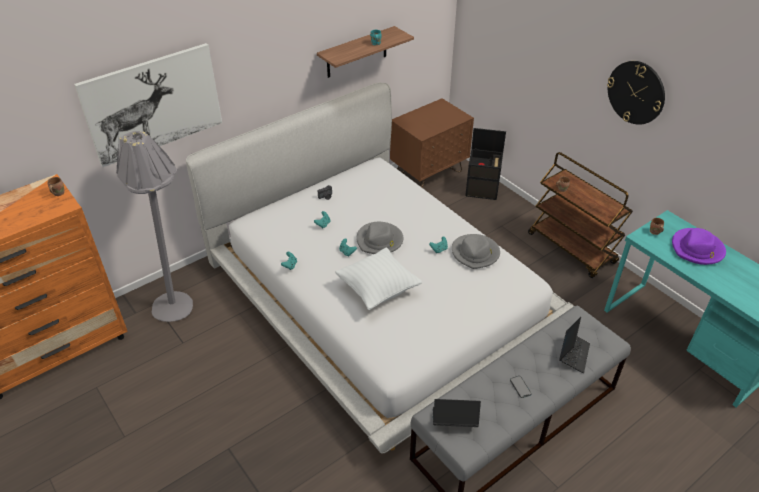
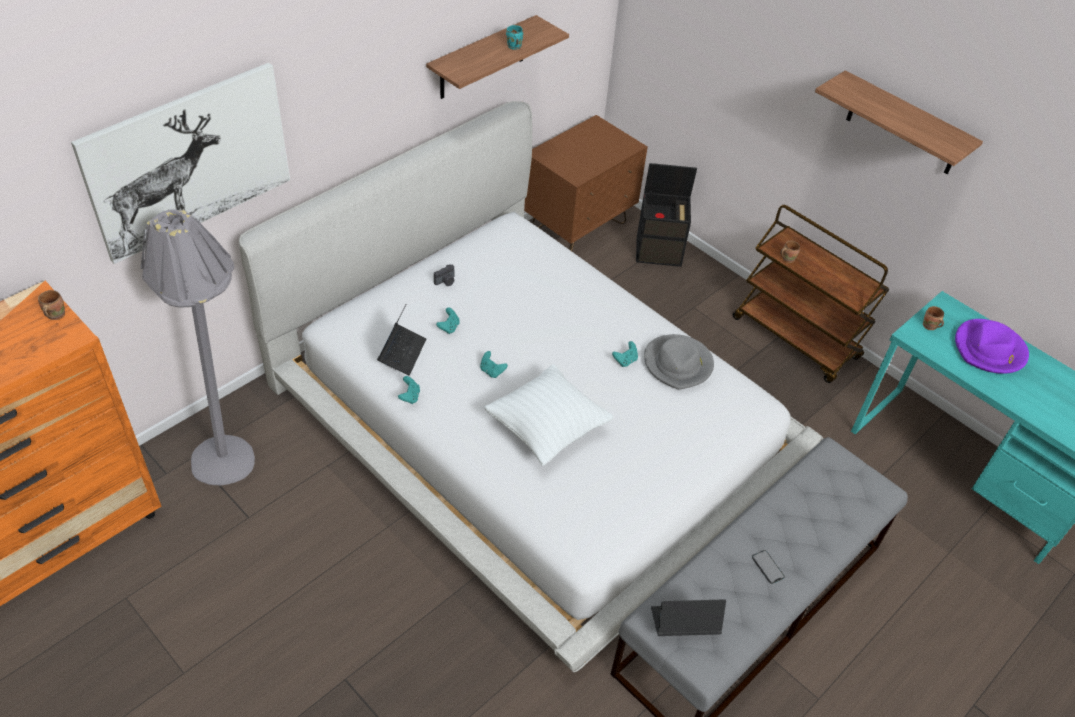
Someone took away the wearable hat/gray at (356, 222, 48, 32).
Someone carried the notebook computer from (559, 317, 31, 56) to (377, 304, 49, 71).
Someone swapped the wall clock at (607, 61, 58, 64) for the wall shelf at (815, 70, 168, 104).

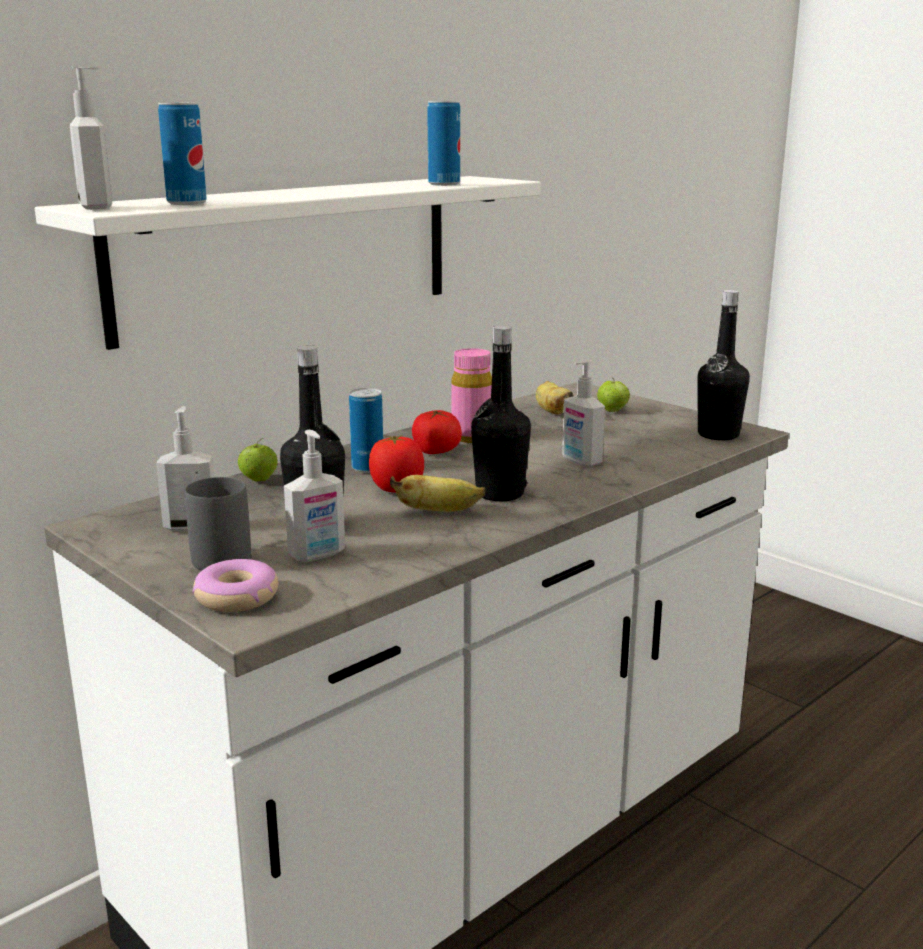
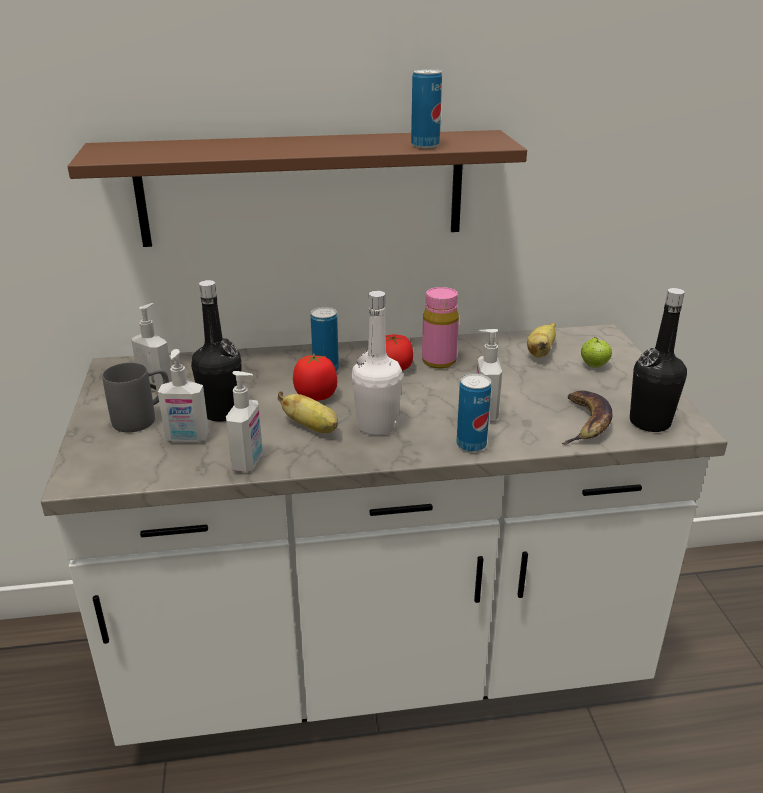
Someone repainted the wall shelf/white-coloured at (35, 176, 505, 174), which became the wall shelf/brown at (68, 130, 459, 117).
Someone carried the liquid soap bottle from (70, 67, 42, 143) to (226, 371, 37, 101).
Someone carried the metal can from (158, 103, 49, 102) to (457, 373, 34, 79).
Someone took away the donut at (193, 559, 85, 53).
Someone took away the whole apple at (238, 438, 40, 43).
Someone repainted the drink bottle/black-coloured at (471, 326, 60, 175), which became the drink bottle/white-coloured at (352, 291, 51, 145).
Someone put down the banana at (562, 391, 50, 54).

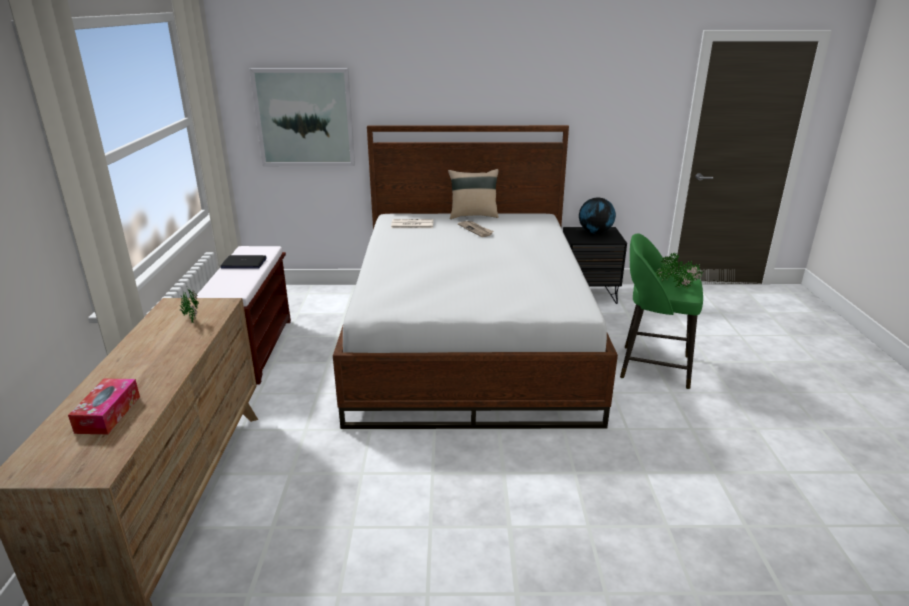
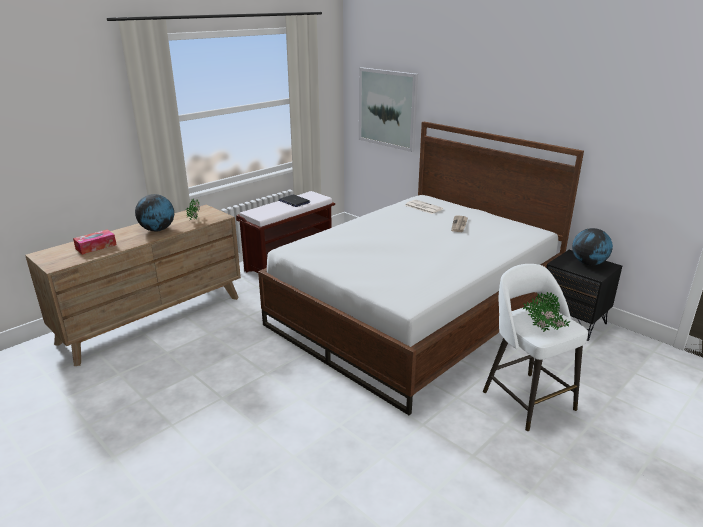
Someone took away the throw pillow/sand-coloured at (448, 169, 51, 50).
Someone repainted the stool seat/green-coloured at (620, 233, 83, 156), which became the stool seat/white-coloured at (483, 264, 105, 167).
Someone put down the world globe at (135, 194, 39, 38).

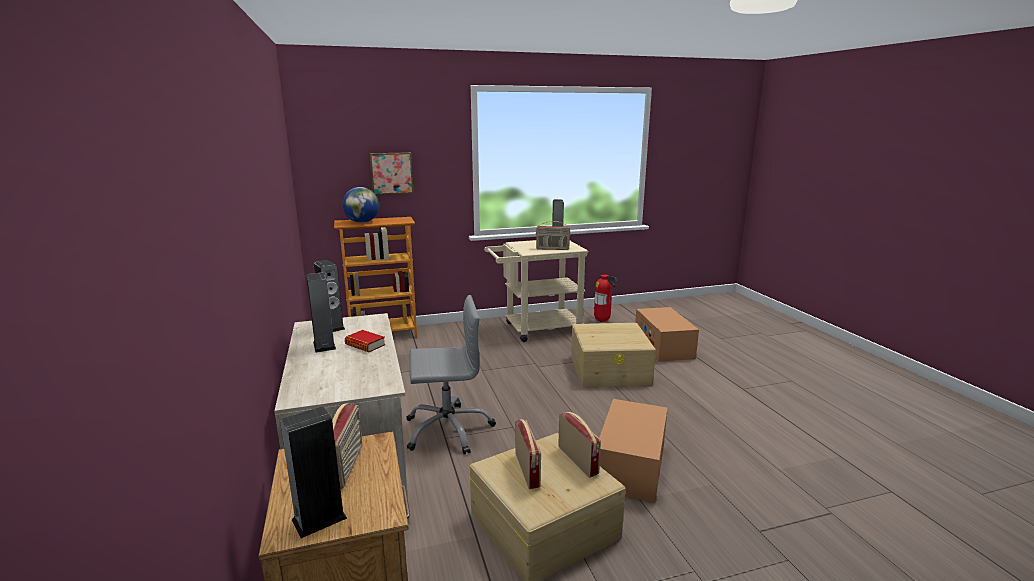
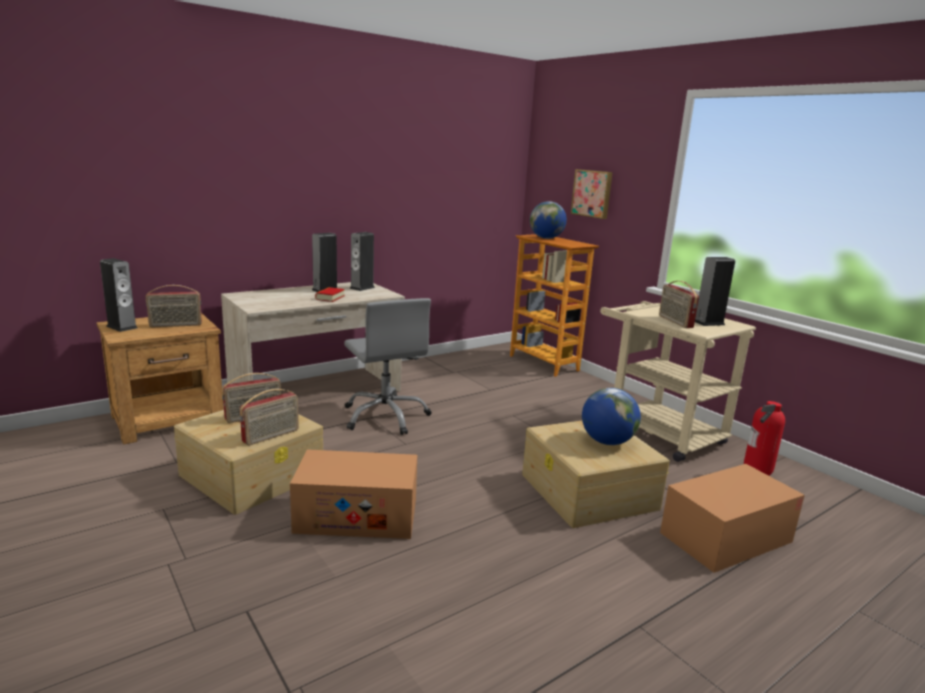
Someone put down the world globe at (582, 388, 59, 57).

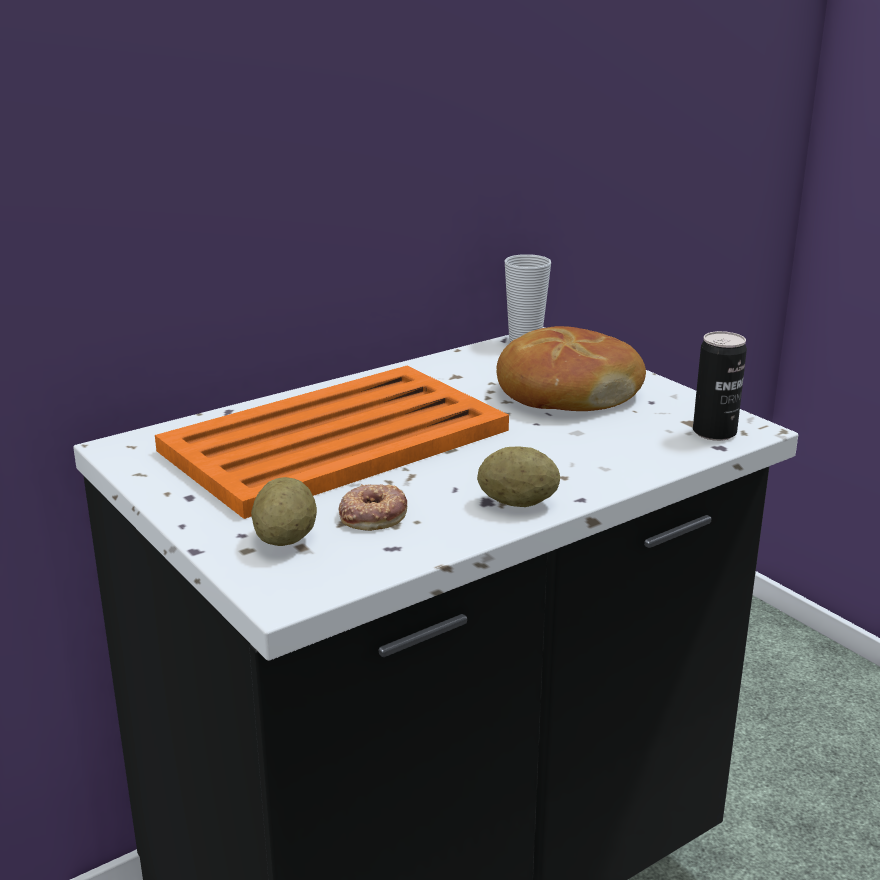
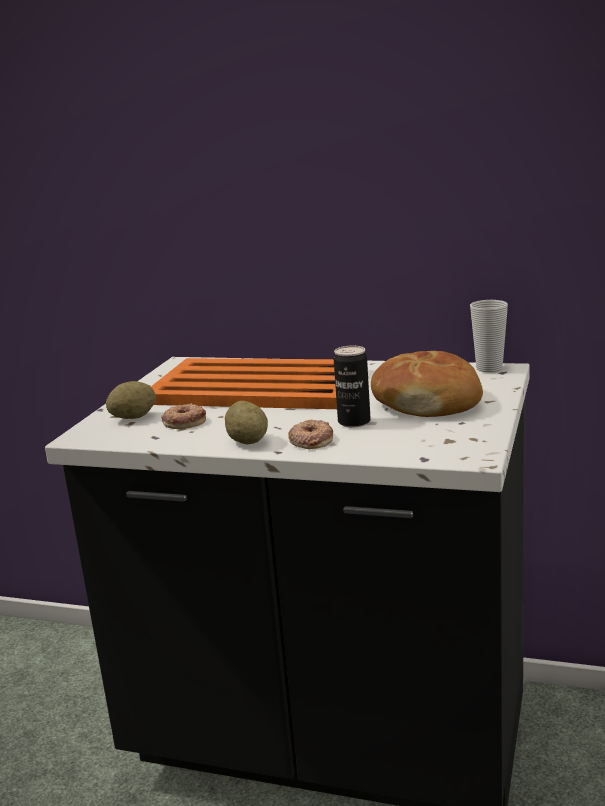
Someone carried the metal can from (693, 331, 54, 110) to (334, 346, 37, 82).
Someone put down the donut at (288, 419, 45, 30).

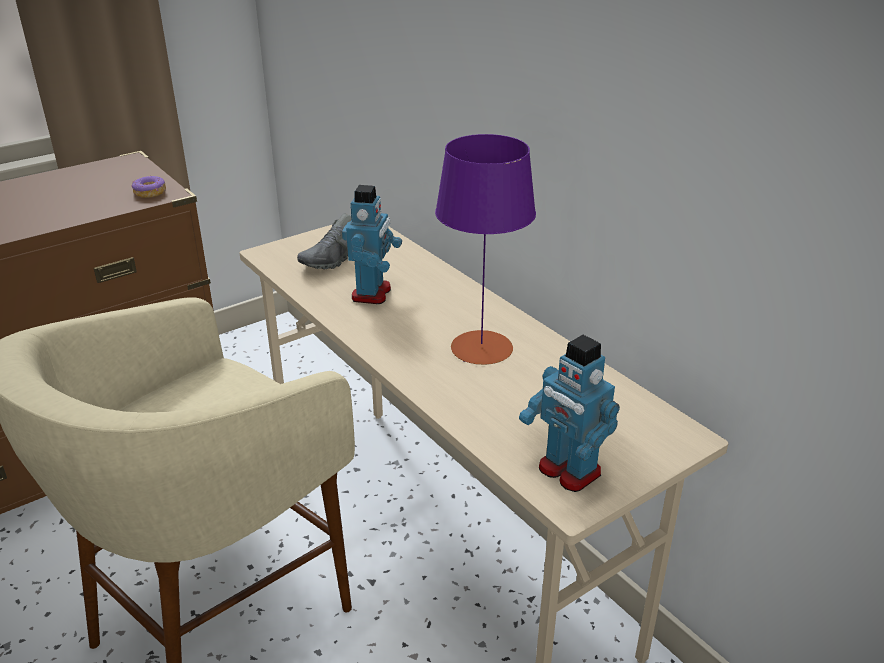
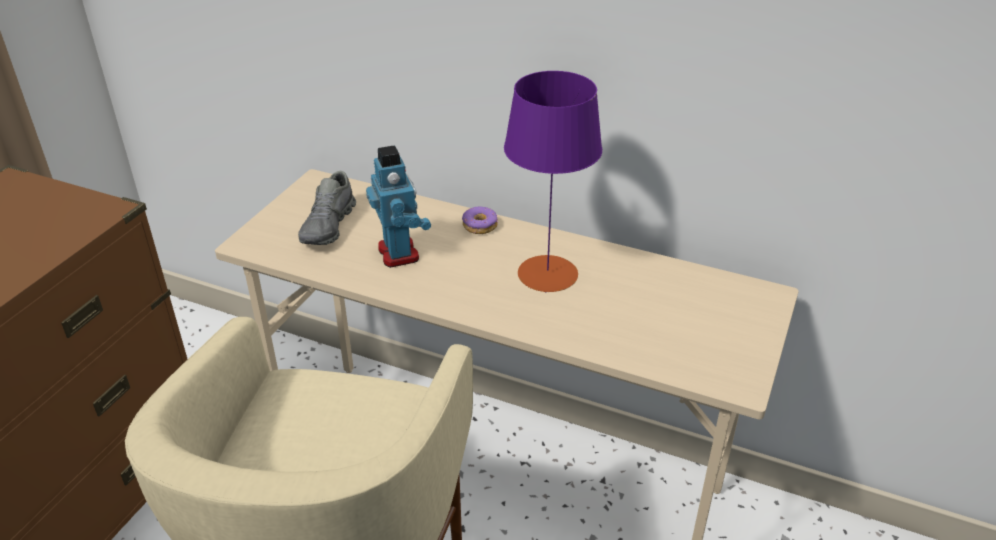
Someone carried the donut from (131, 176, 35, 22) to (462, 207, 36, 27).
Someone took away the toy robot at (519, 335, 101, 157).

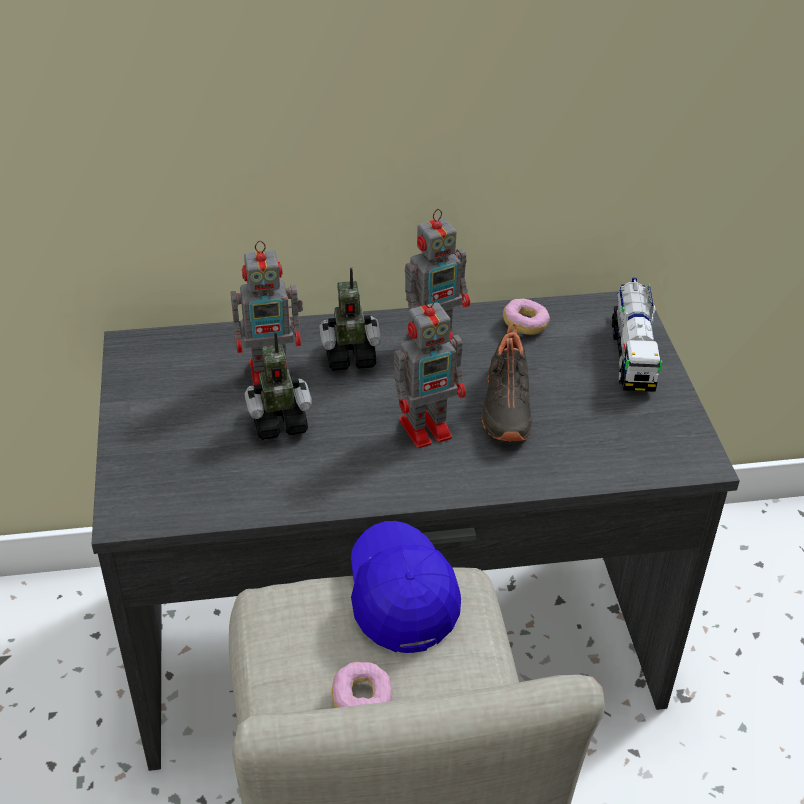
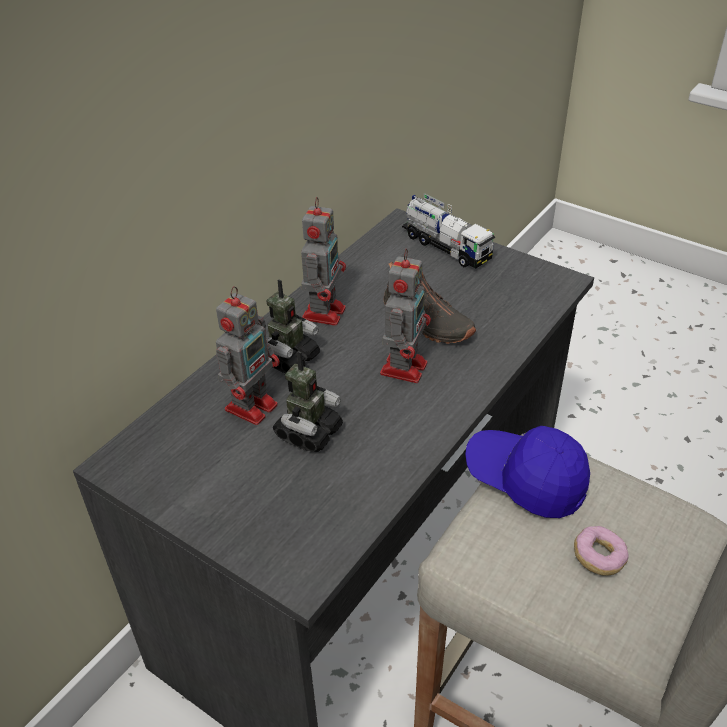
Someone took away the donut at (503, 299, 47, 36).

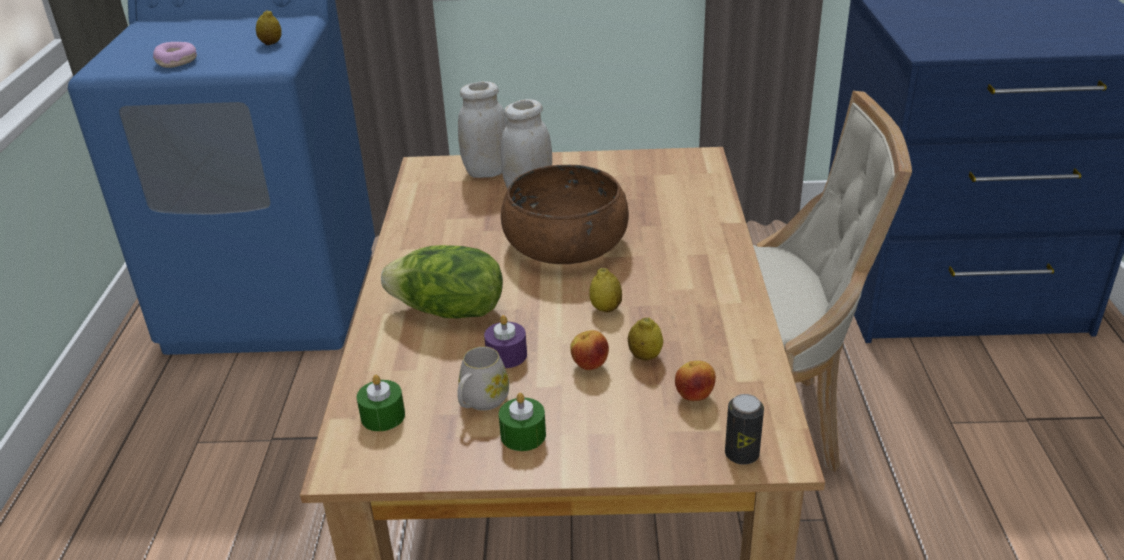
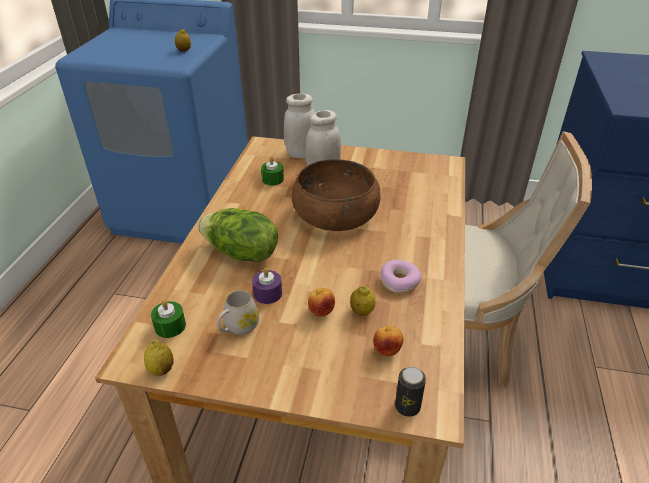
Someone carried the donut from (153, 42, 44, 26) to (380, 260, 41, 33).
Someone carried the wax candle/green-coloured from (499, 393, 47, 58) to (261, 156, 23, 30).
Someone carried the citrus fruit from (589, 268, 33, 44) to (144, 340, 30, 36).

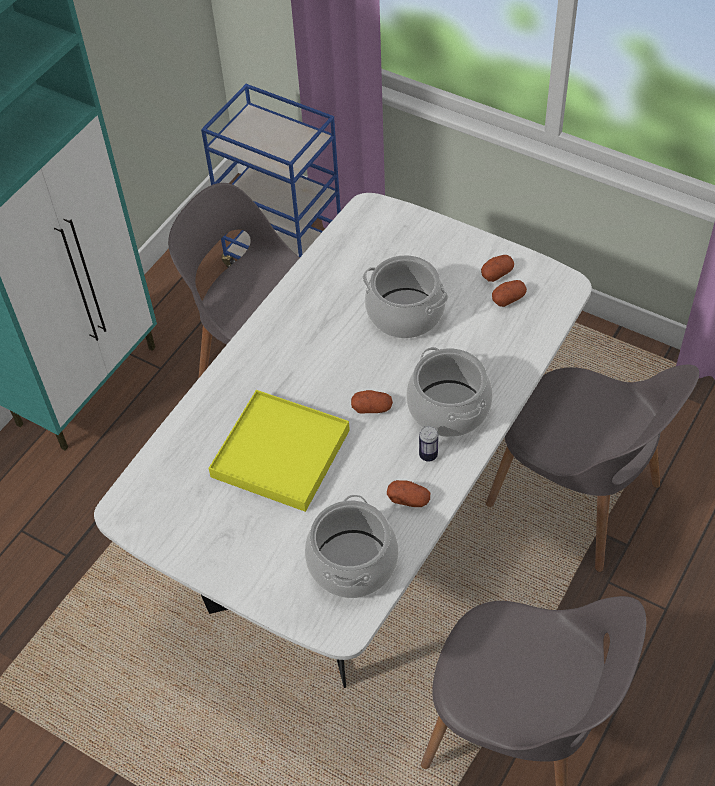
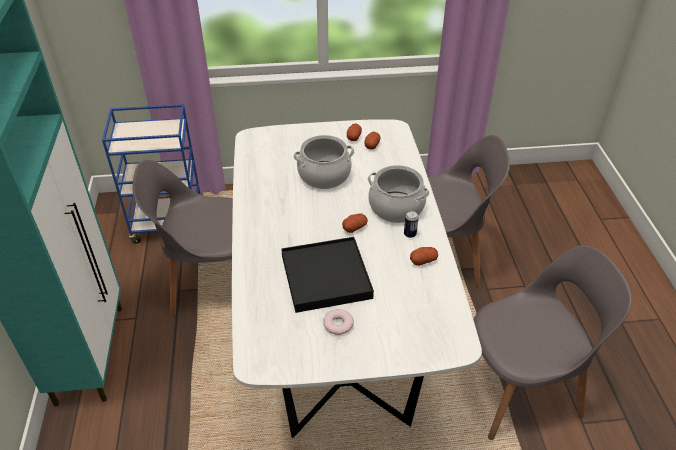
Someone repainted the serving tray/yellow at (209, 390, 141, 122), which became the serving tray/black-coloured at (281, 237, 93, 76).
Someone took away the saucepot at (305, 495, 93, 103).
Someone put down the donut at (323, 309, 31, 26).

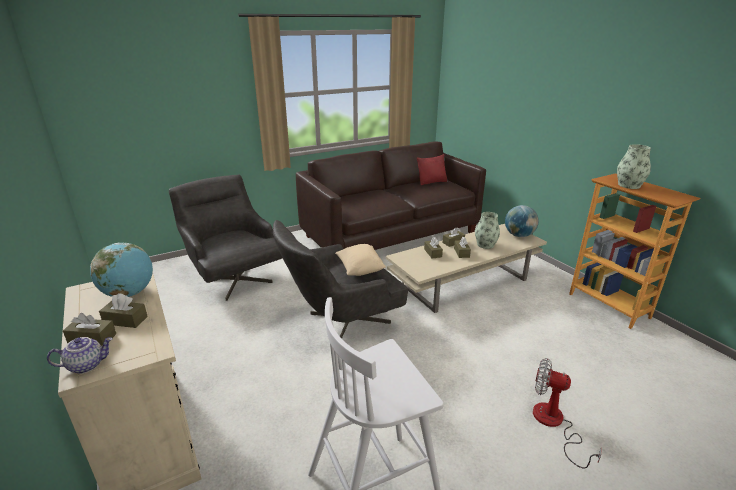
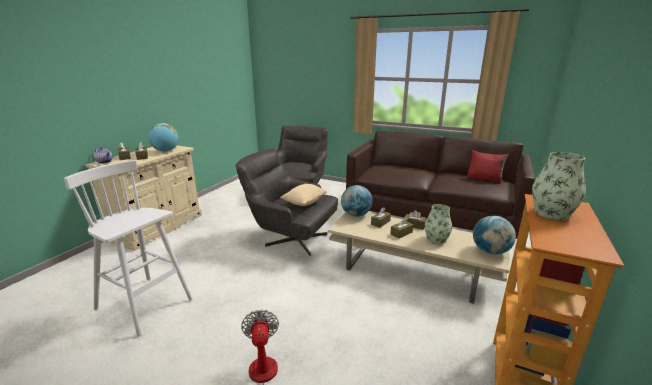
Someone put down the world globe at (341, 185, 32, 32).

